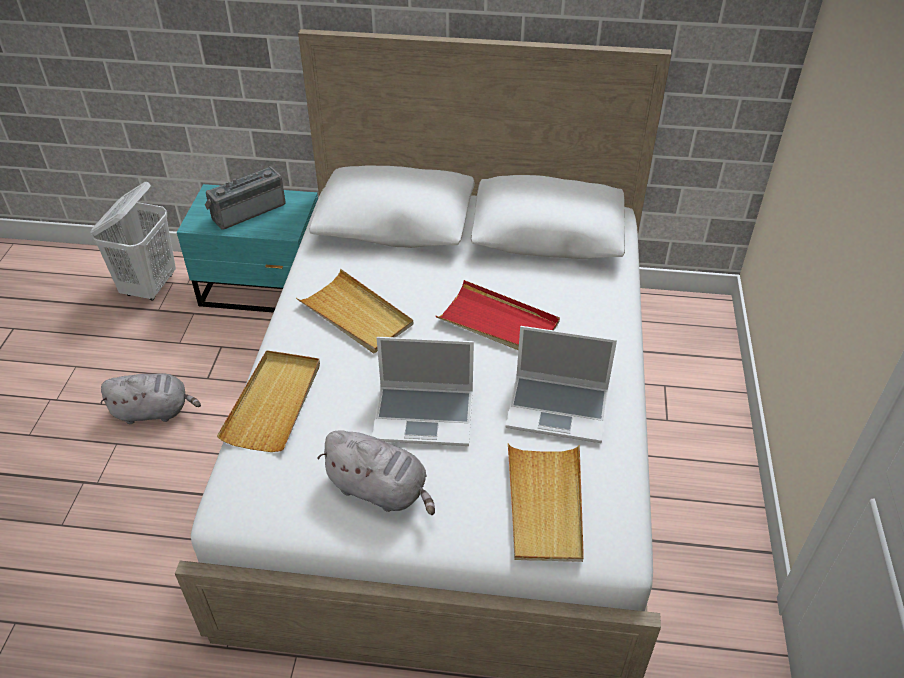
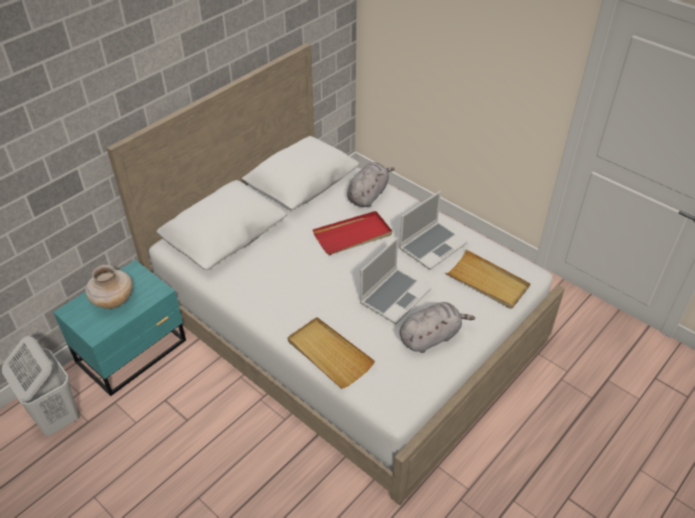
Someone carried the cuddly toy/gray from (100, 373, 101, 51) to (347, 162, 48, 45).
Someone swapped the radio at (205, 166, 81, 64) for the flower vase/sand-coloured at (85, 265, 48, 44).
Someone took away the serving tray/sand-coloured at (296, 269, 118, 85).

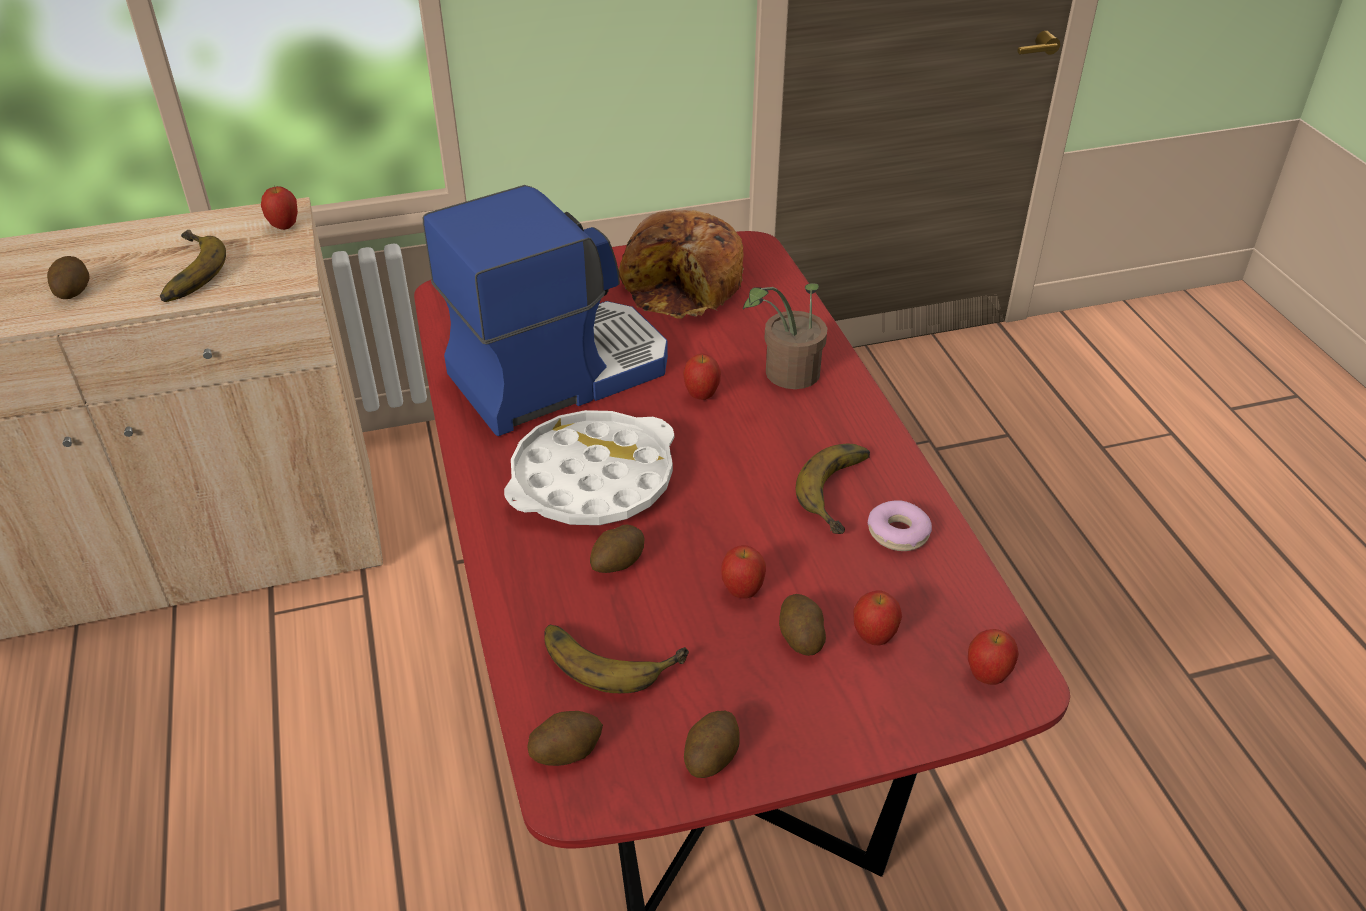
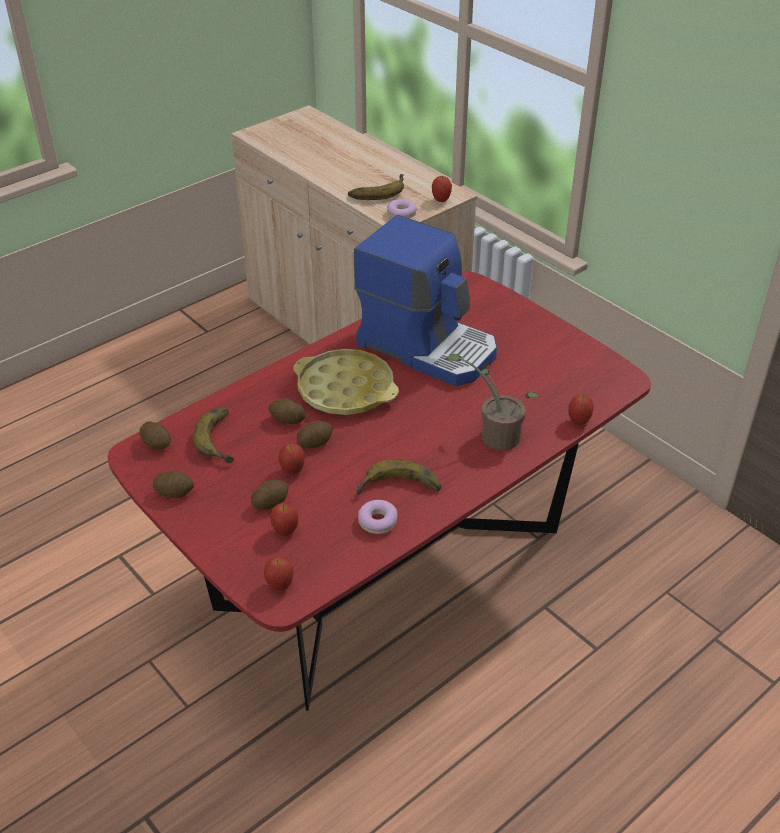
Someone carried the spud from (47, 256, 43, 43) to (297, 421, 36, 27).
Someone repainted the serving tray/white-coloured at (504, 410, 170, 115), which became the serving tray/yellow at (294, 349, 105, 66).
Someone took away the bakery bread at (618, 210, 126, 109).
Someone carried the whole apple from (683, 353, 38, 47) to (569, 395, 25, 30).
Someone put down the donut at (387, 199, 30, 20).

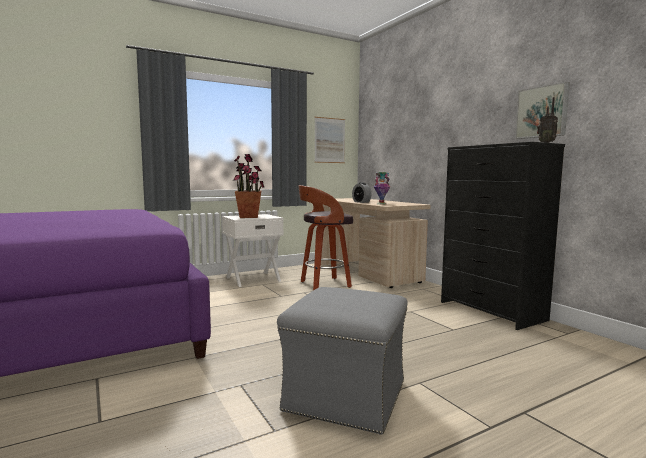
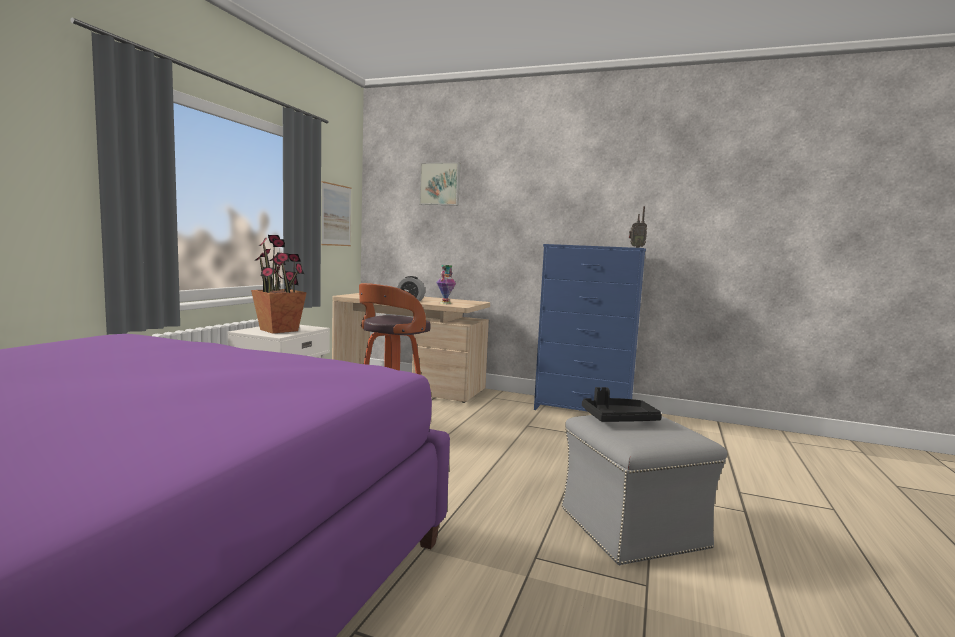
Someone repainted the chest of drawers/black-coloured at (441, 142, 124, 188), which became the chest of drawers/bluish at (534, 244, 112, 168).
Someone carried the wall picture from (515, 82, 55, 57) to (419, 162, 41, 43).
Someone put down the serving tray/black-coloured at (582, 387, 80, 35).

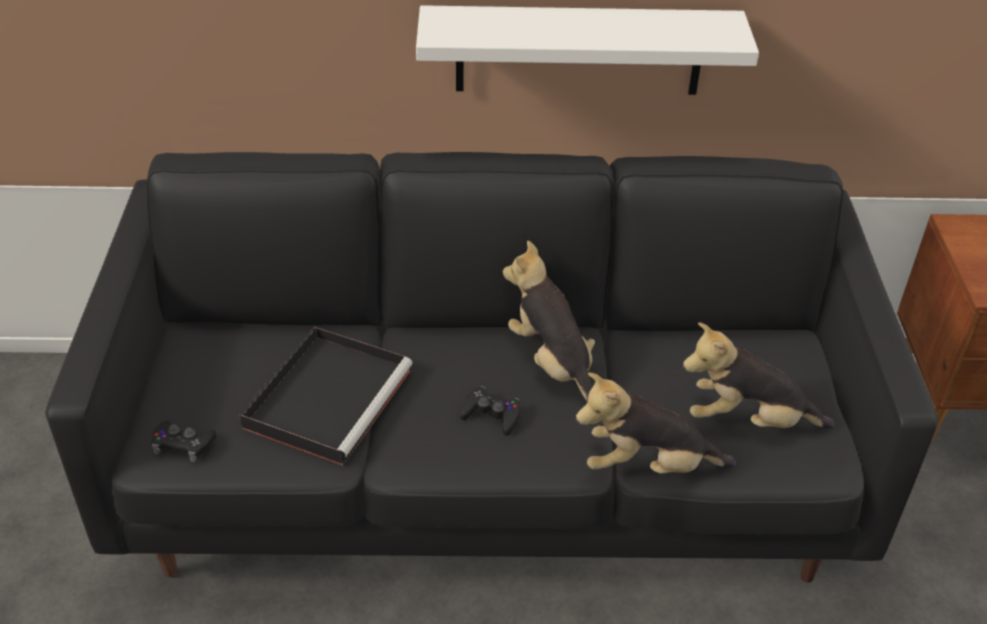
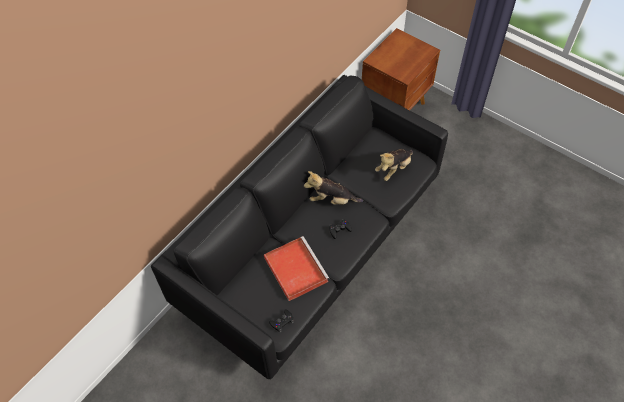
Someone repainted the serving tray/black-coloured at (240, 327, 173, 138), which became the serving tray/red at (264, 236, 65, 65).
Someone took away the wall shelf/white-coloured at (416, 5, 343, 90).
Someone took away the cuddly toy at (576, 373, 160, 100).

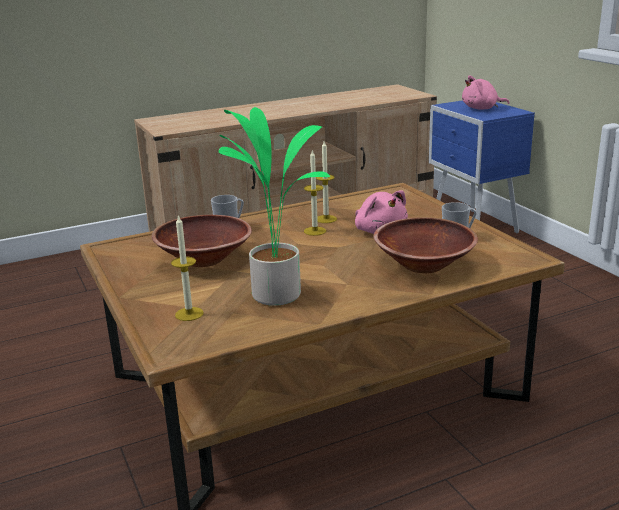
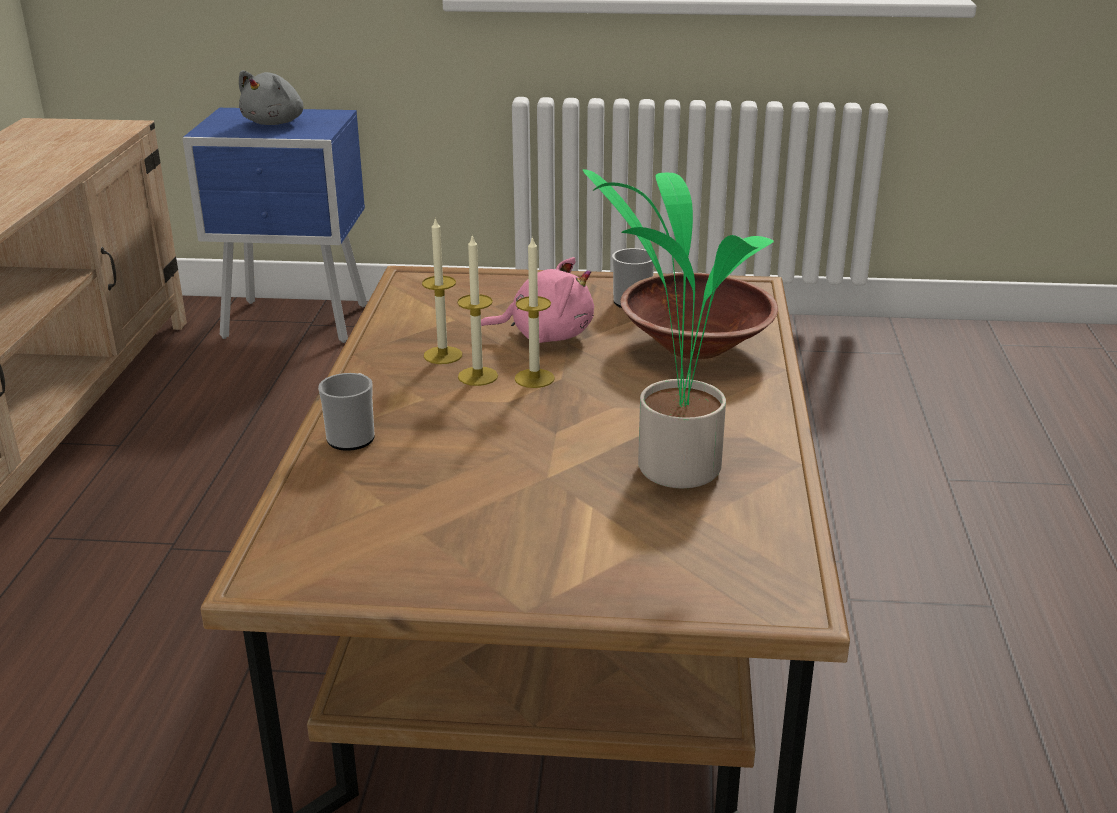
Someone took away the bowl/brown at (151, 215, 101, 52).
Someone carried the wax candle from (171, 215, 33, 106) to (514, 236, 41, 152).
Someone repainted the cuddly toy/pinkish at (462, 76, 47, 34), which became the cuddly toy/gray at (239, 70, 64, 55).

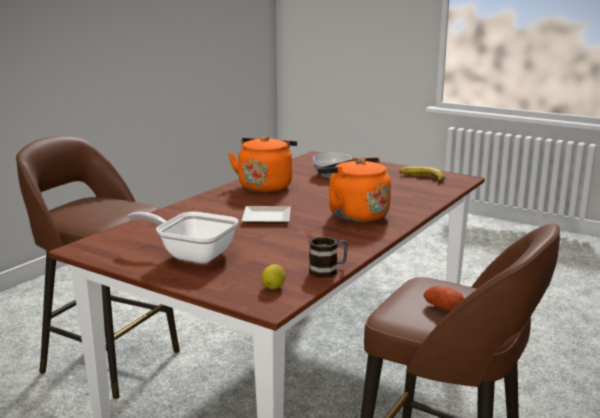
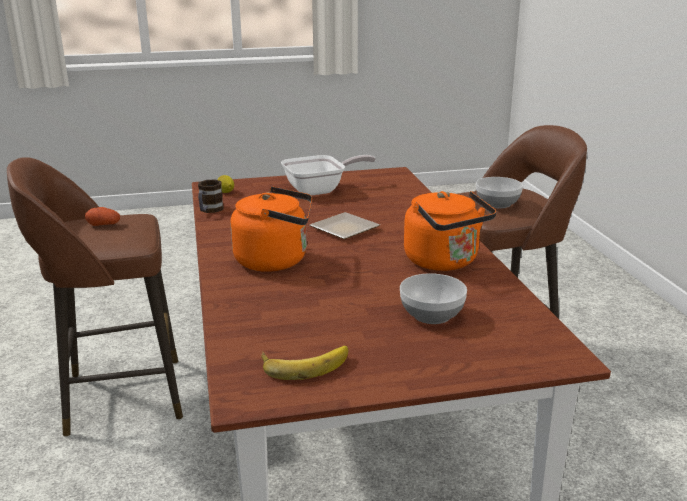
Someone put down the bowl at (476, 177, 47, 31).

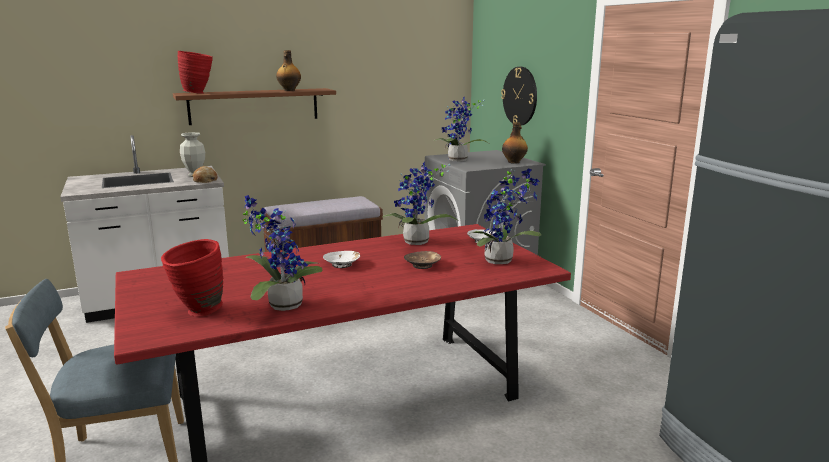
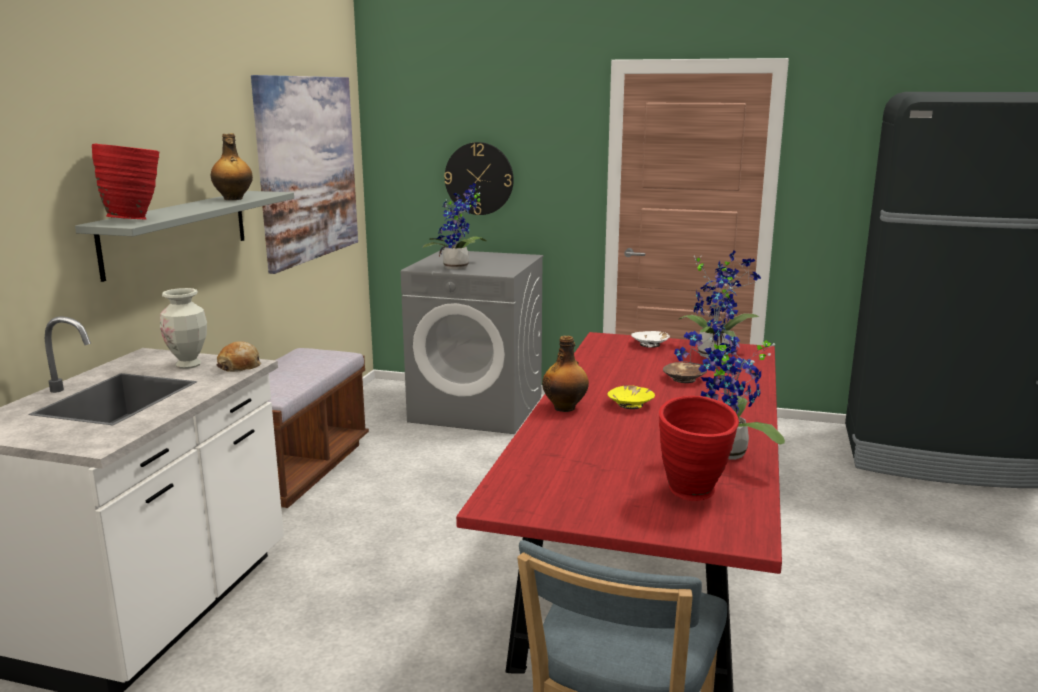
Someone repainted the wall shelf/brown at (173, 88, 163, 37), which became the wall shelf/gray at (75, 191, 219, 91).
Someone repainted the bowl/white-coloured at (323, 251, 37, 17), which became the bowl/yellow at (608, 385, 47, 24).
Someone took away the plant in a pot at (383, 162, 74, 83).
Someone carried the drink bottle from (502, 122, 26, 42) to (542, 336, 47, 76).
Someone put up the wall picture at (251, 75, 107, 199).

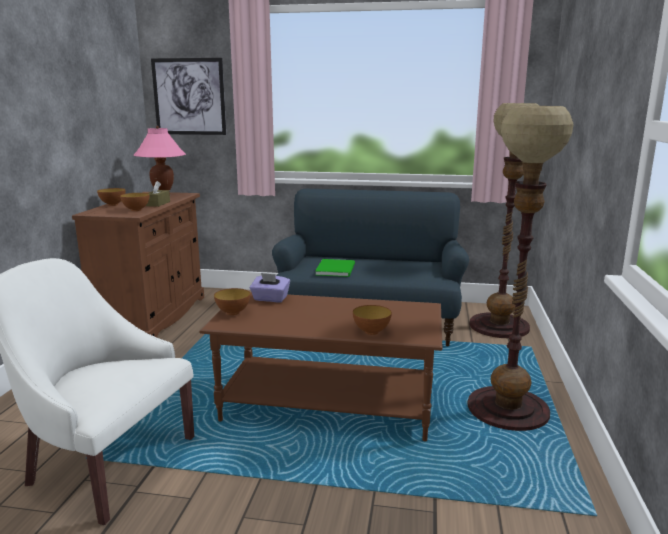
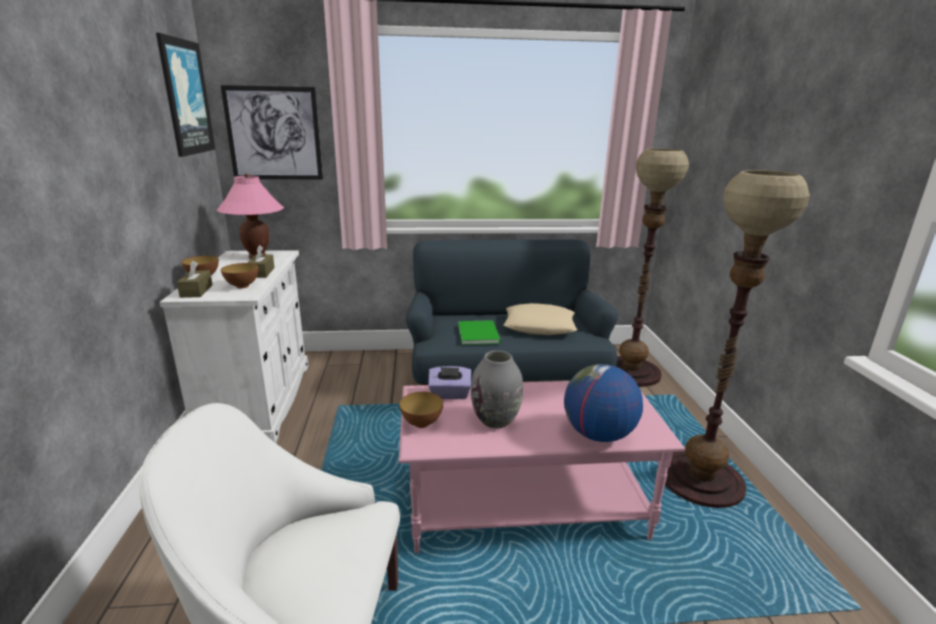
Someone repainted the cupboard/brown at (72, 192, 132, 145), which became the cupboard/white-coloured at (159, 250, 149, 193).
Someone repainted the coffee table/brown at (199, 292, 243, 149), which became the coffee table/pinkish at (399, 381, 286, 172).
Someone swapped the bowl at (353, 305, 39, 30) for the world globe at (564, 364, 79, 78).
Someone put up the wall picture at (156, 33, 59, 124).
Someone put down the tissue box/brown at (177, 261, 36, 37).
Someone put down the flower vase/gray at (471, 350, 52, 79).
Someone put down the throw pillow/sand-coloured at (504, 303, 73, 32).

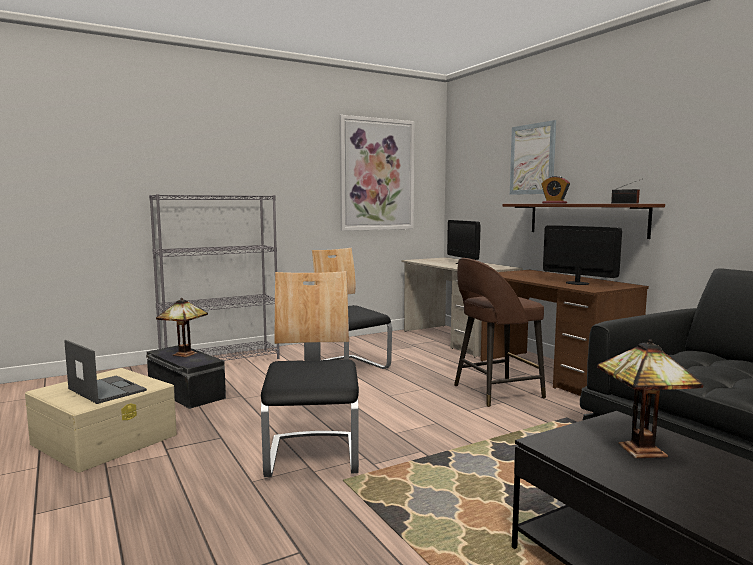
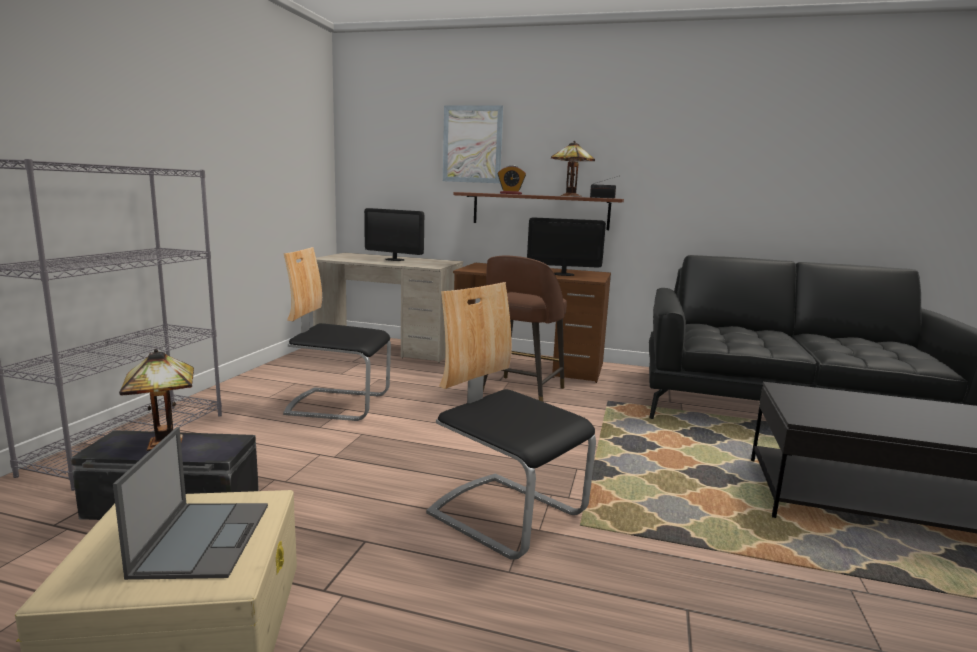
Someone rotated the notebook computer at (64, 340, 83, 64) by 90 degrees clockwise.
Someone took away the wall picture at (339, 115, 76, 116).
Someone carried the lamp for a table from (597, 339, 106, 120) to (551, 141, 44, 56).

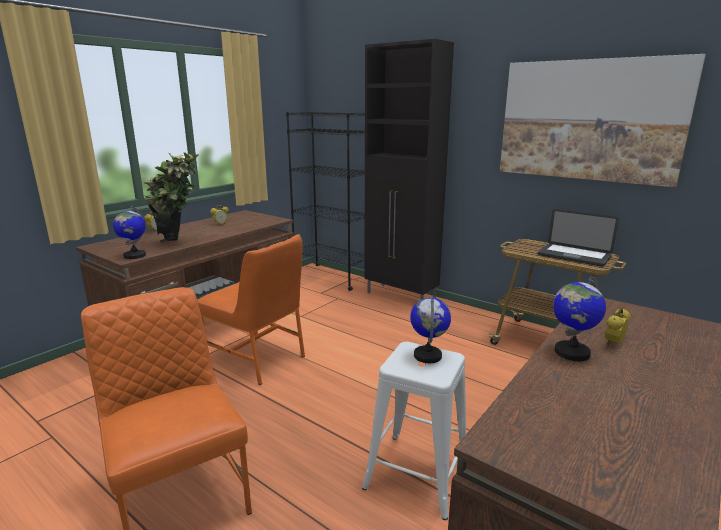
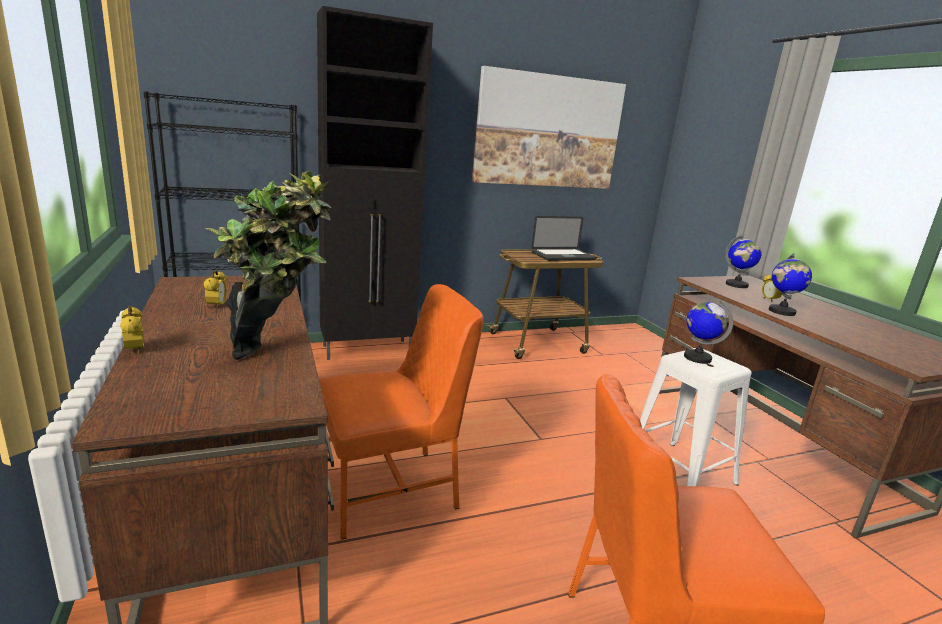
Someone carried the world globe from (113, 206, 33, 53) to (725, 234, 36, 54).

